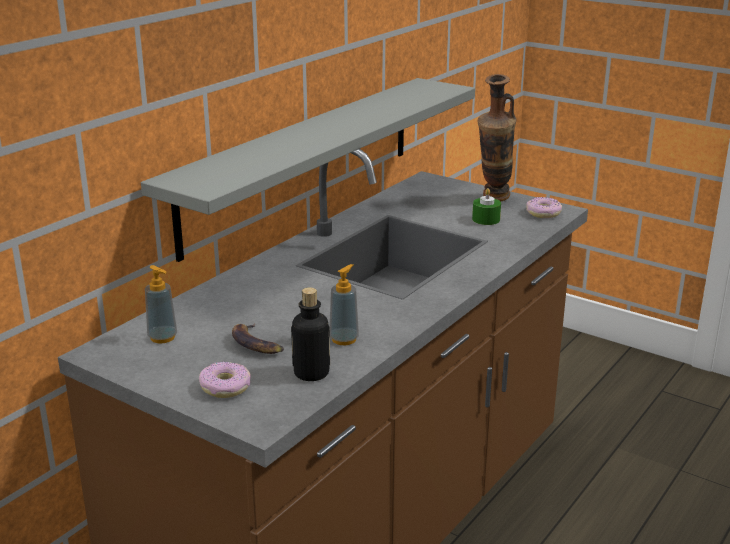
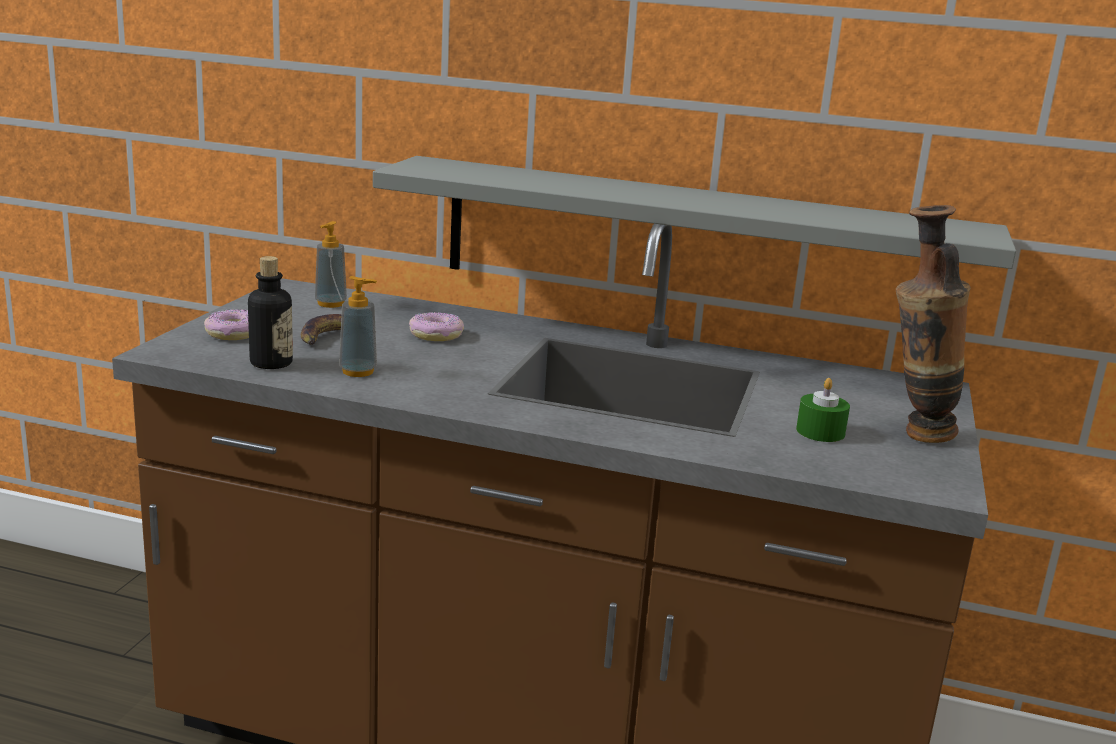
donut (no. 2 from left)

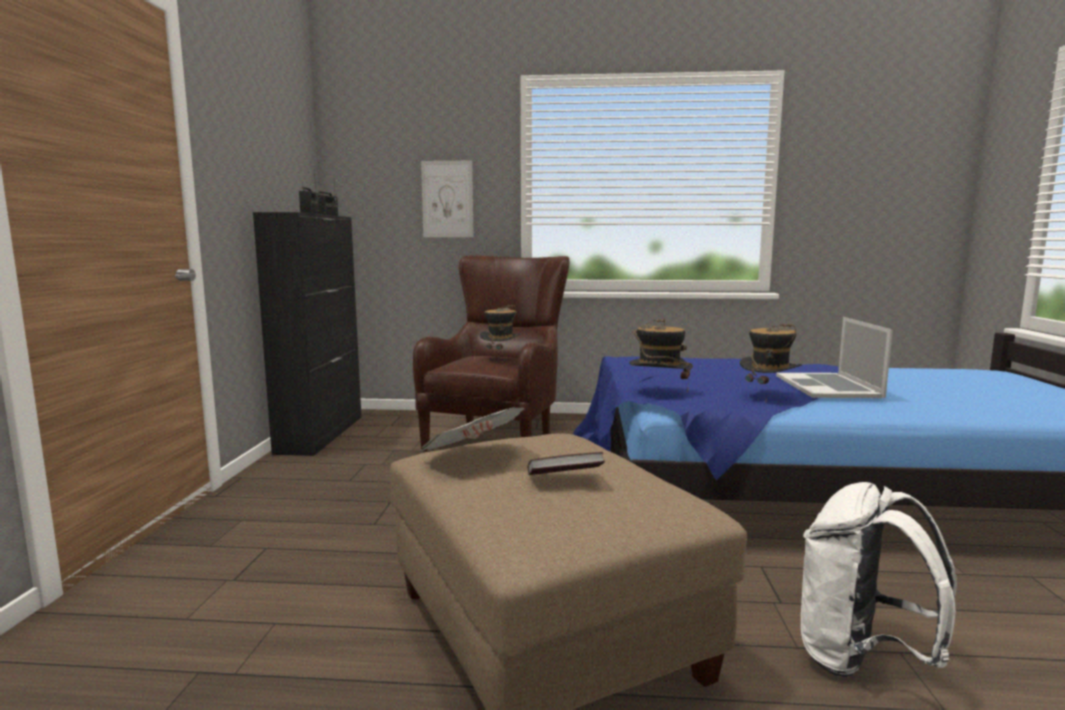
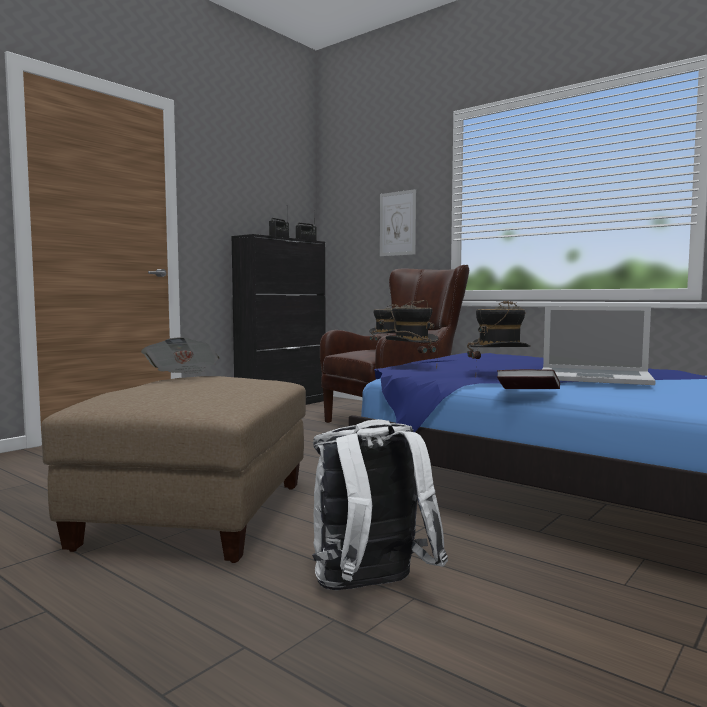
book
laptop

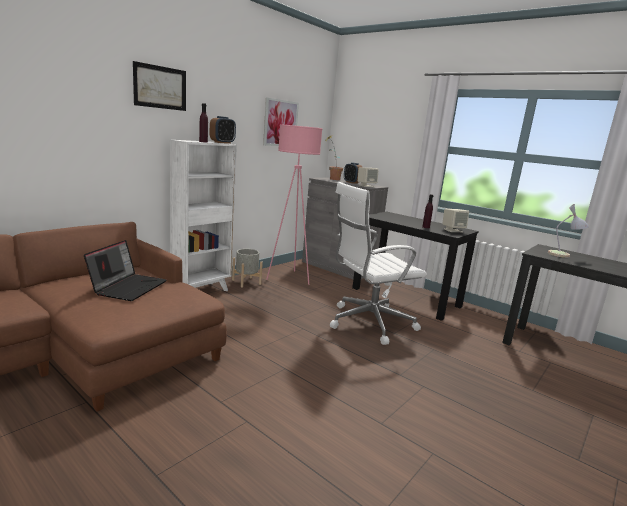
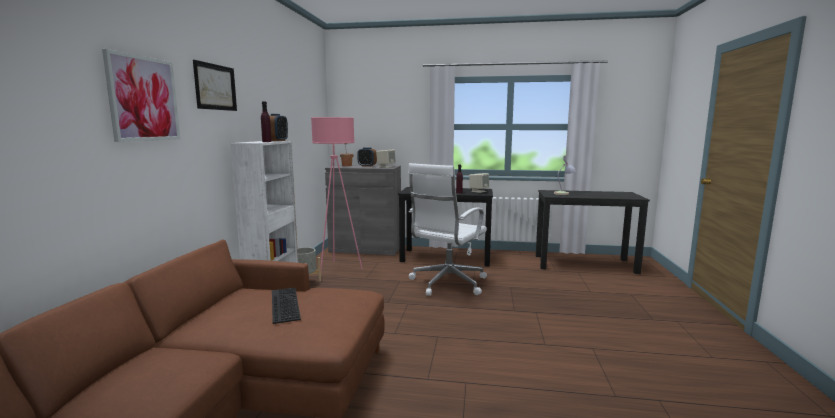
picture (no. 1 from left)
keyboard

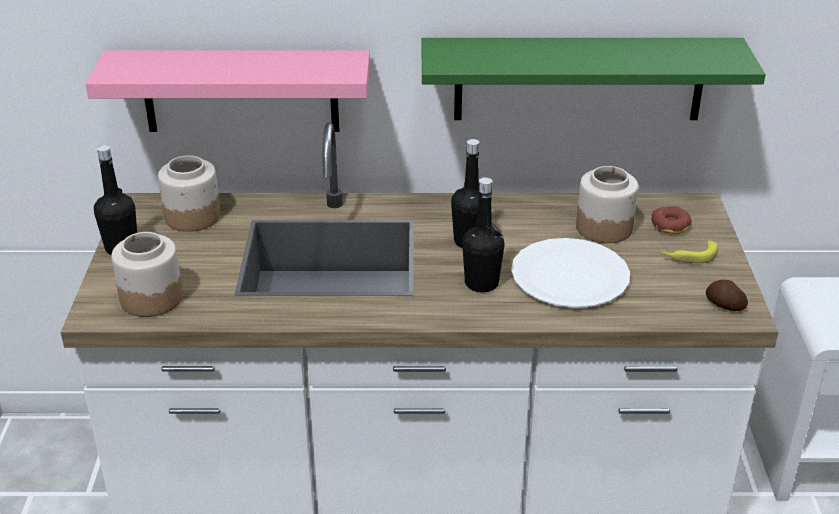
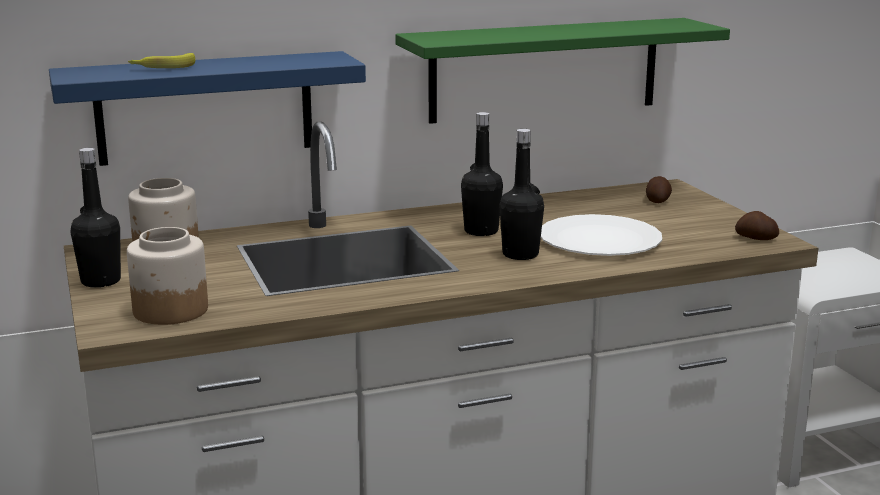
shelf in blue
banana
potato (no. 1 from left)
jar (no. 3 from left in the first image)

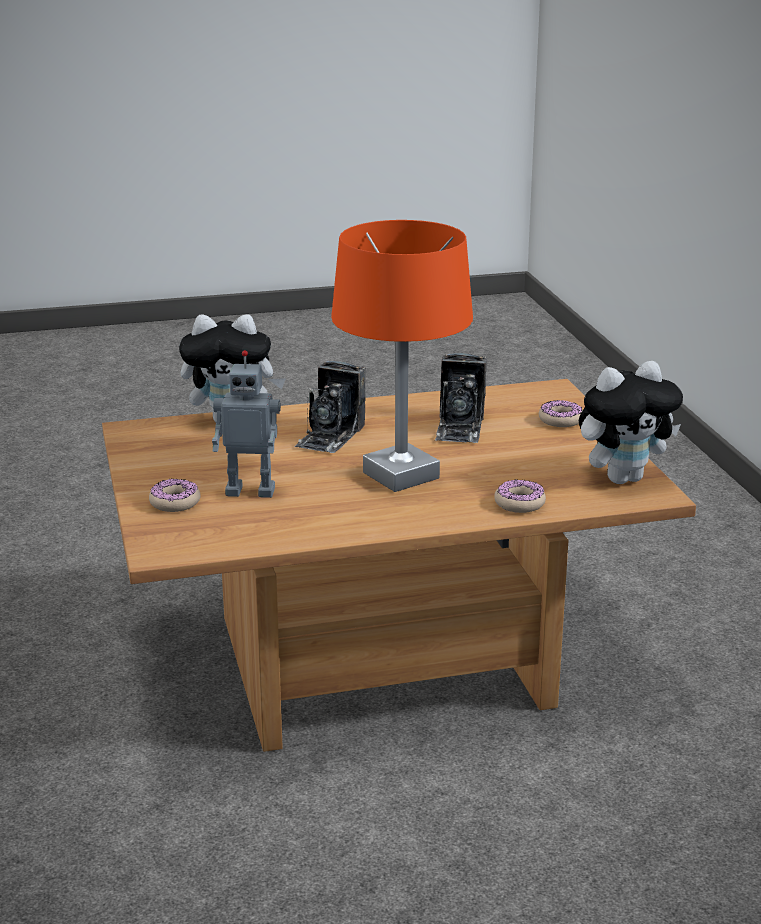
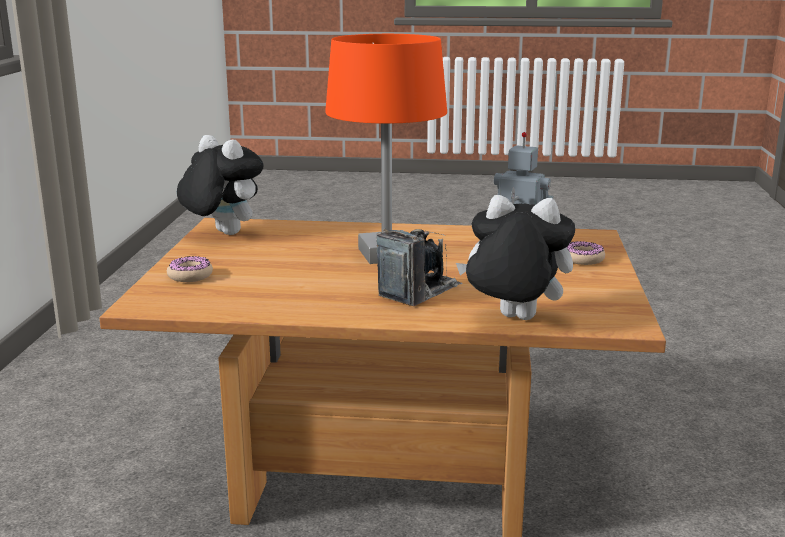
plush toy (no. 1 from left)
photo camera (no. 2 from left in the first image)
donut (no. 2 from left in the first image)

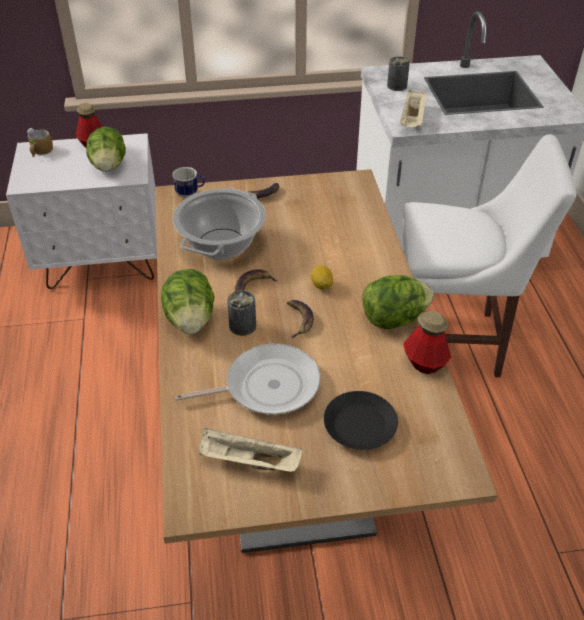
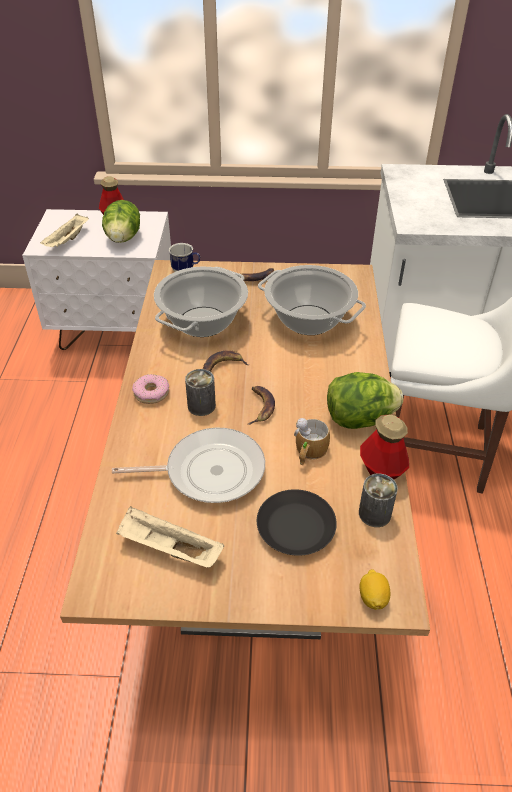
tray in beige (no. 1 from left)
donut
cooking pot (no. 2 from left)
mug (no. 2 from left)
can (no. 2 from left)
lemon

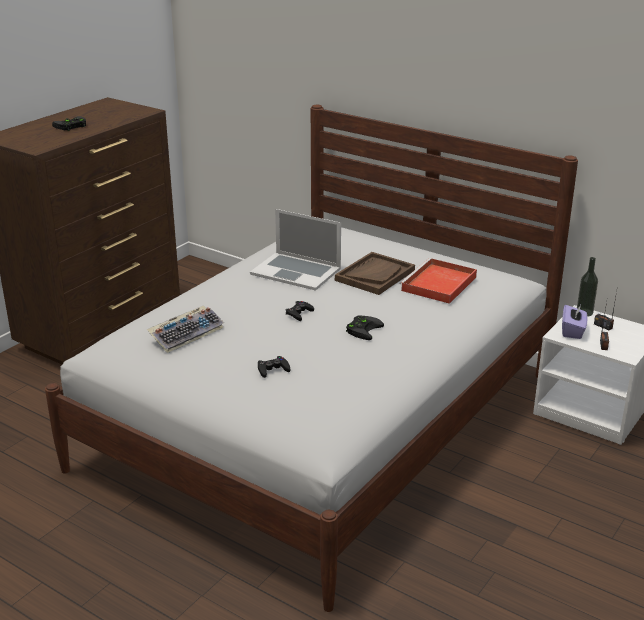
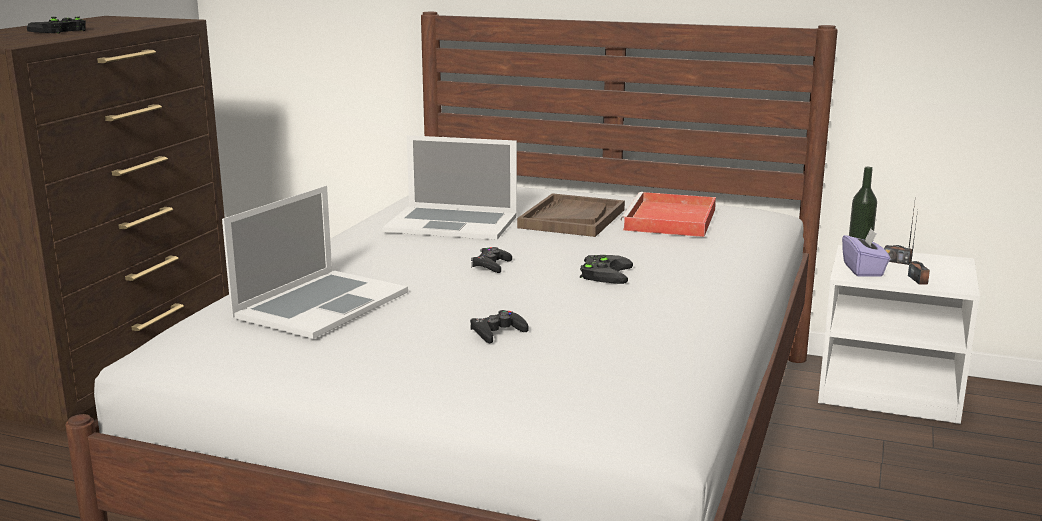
laptop (no. 1 from left)

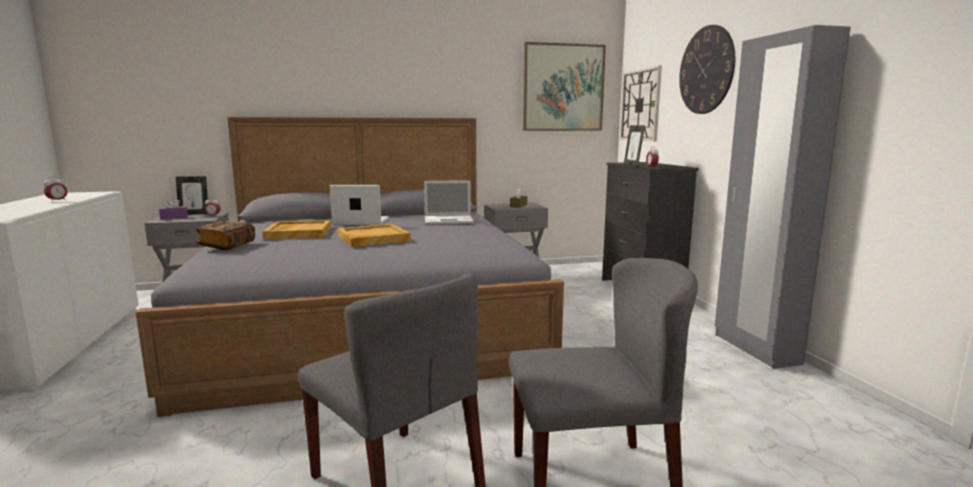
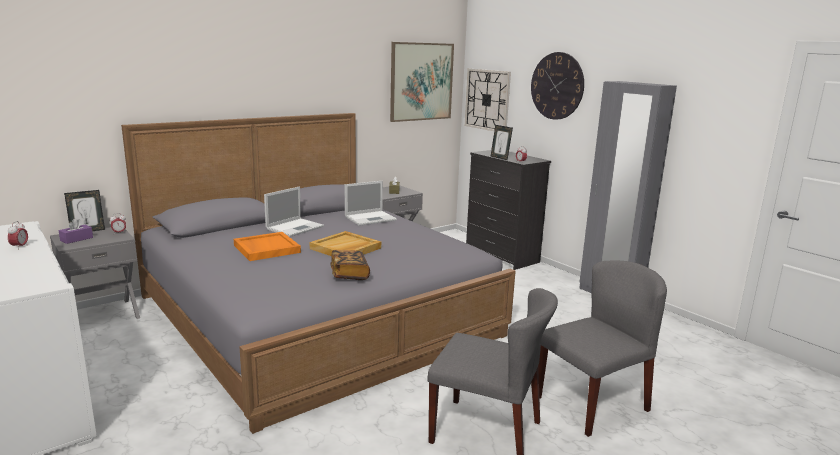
tray in orange
laptop (no. 1 from left)
book

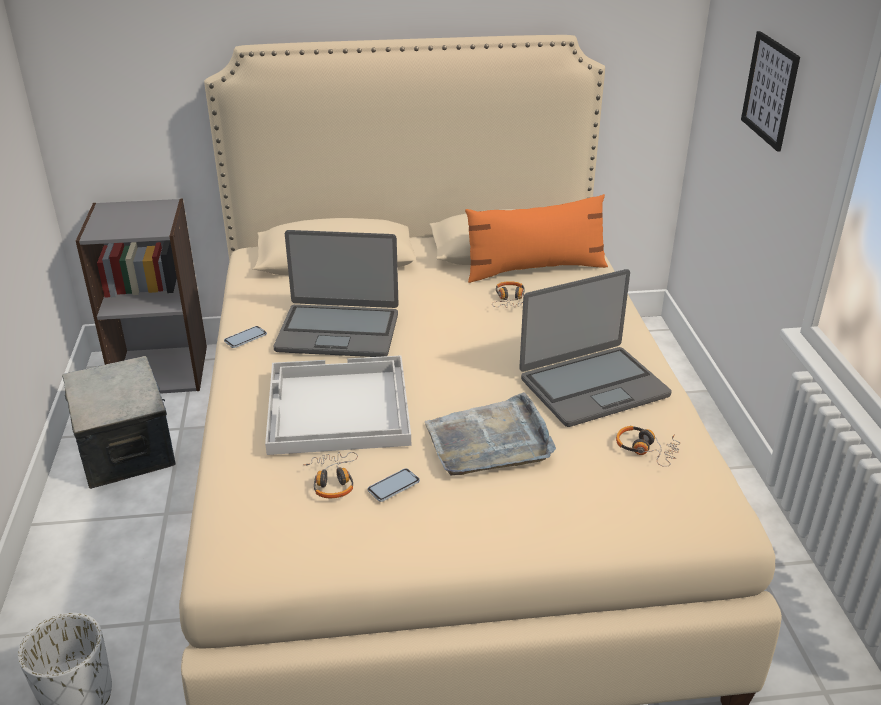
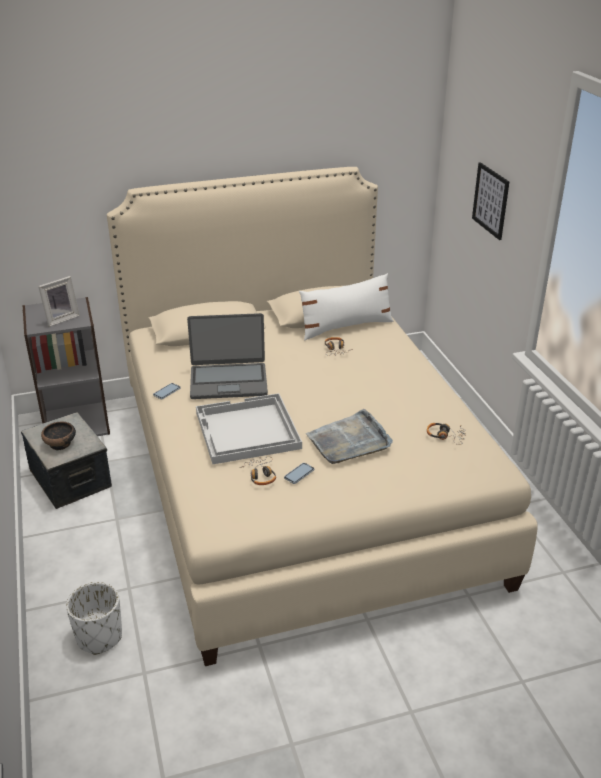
picture frame
bowl
pillow in white
laptop (no. 2 from left in the first image)

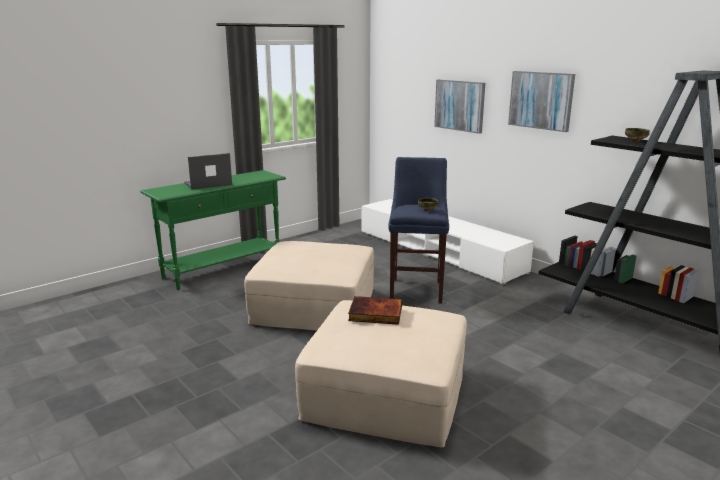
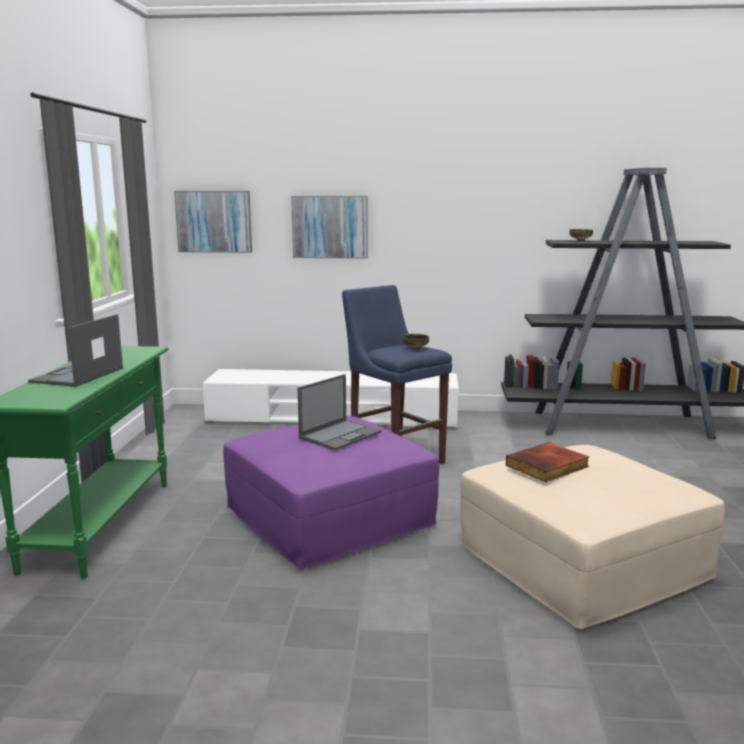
picture (no. 1 from left)
ottoman in purple
laptop (no. 2 from left)

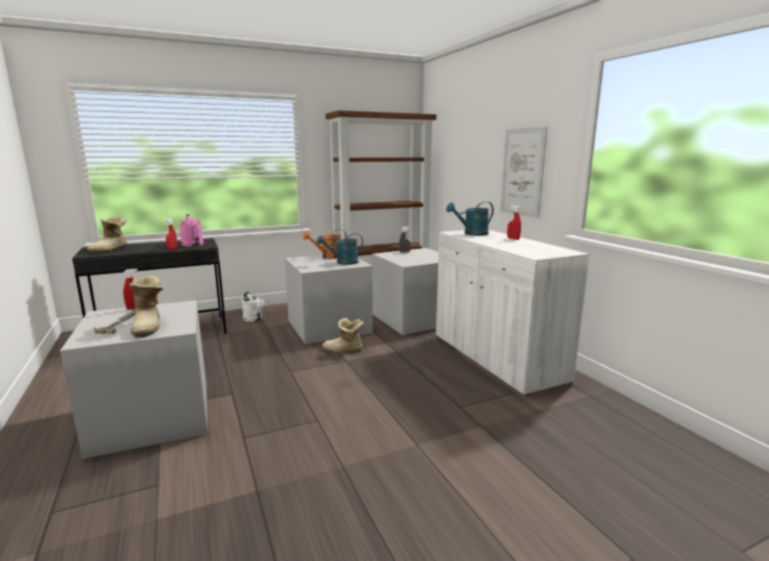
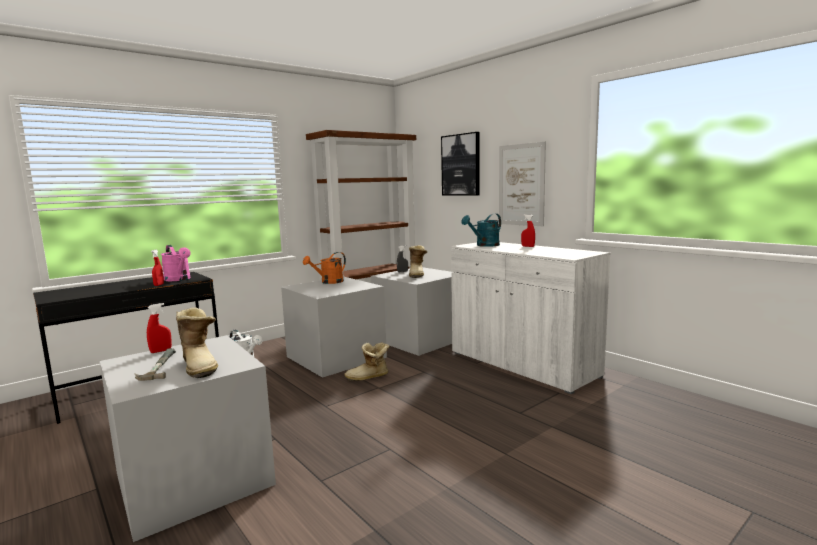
boot (no. 3 from left)
picture (no. 1 from left)
watering can in turquoise (no. 1 from left in the first image)

